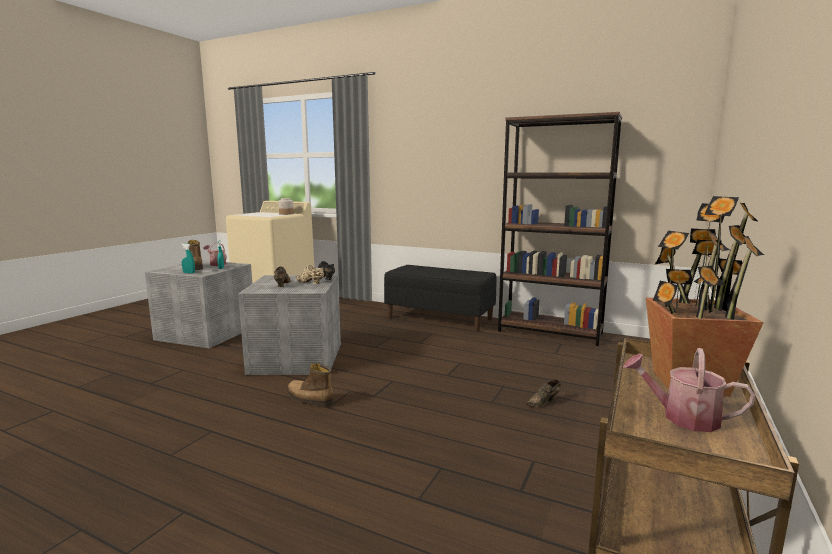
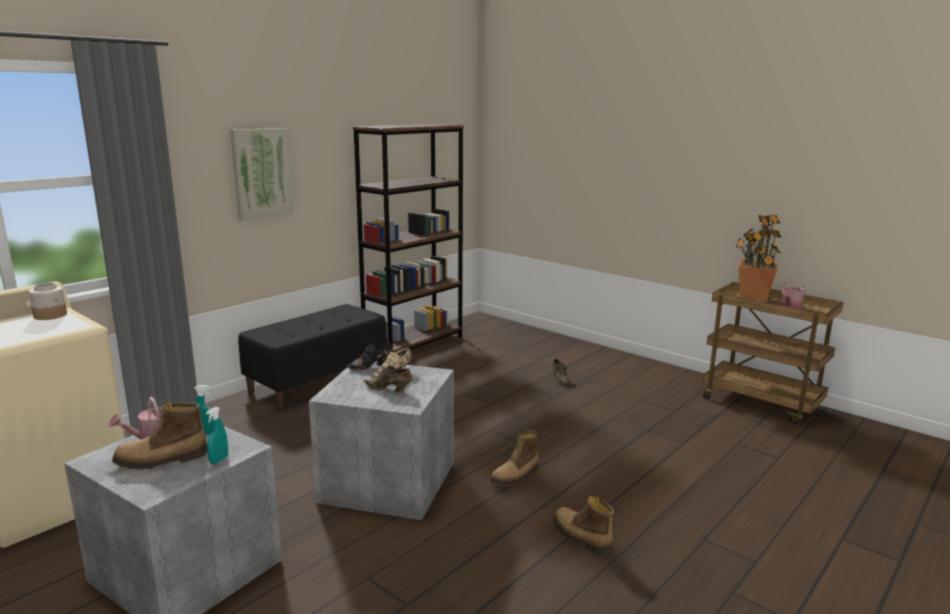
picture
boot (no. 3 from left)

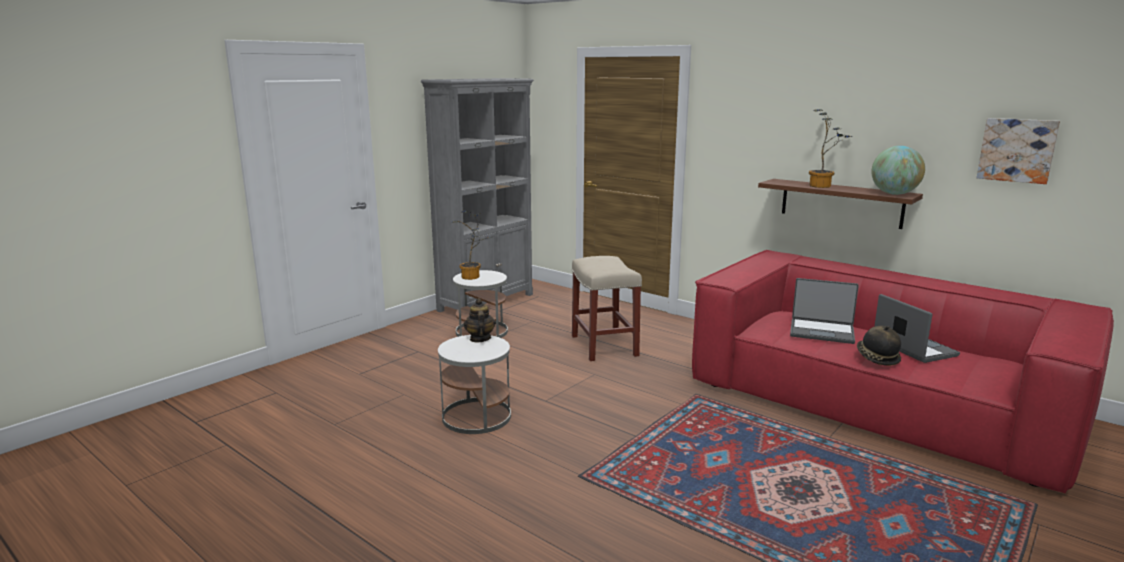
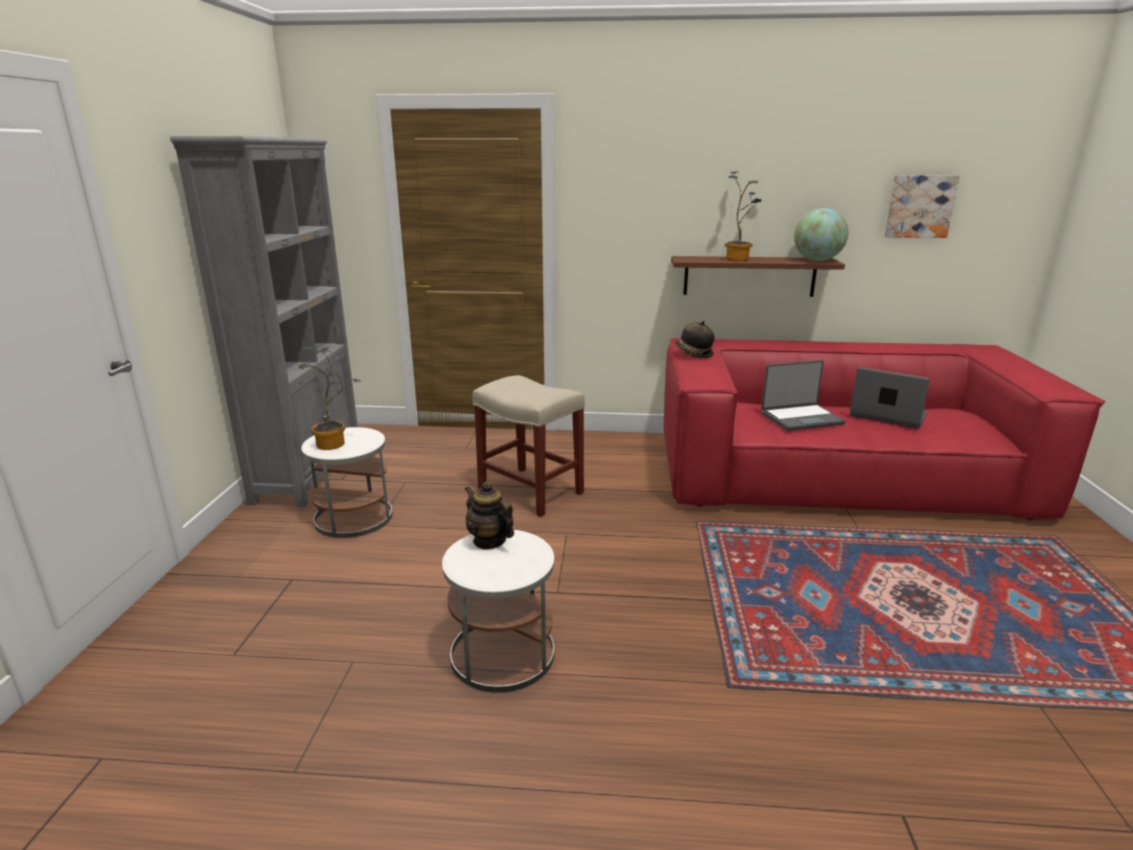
hat

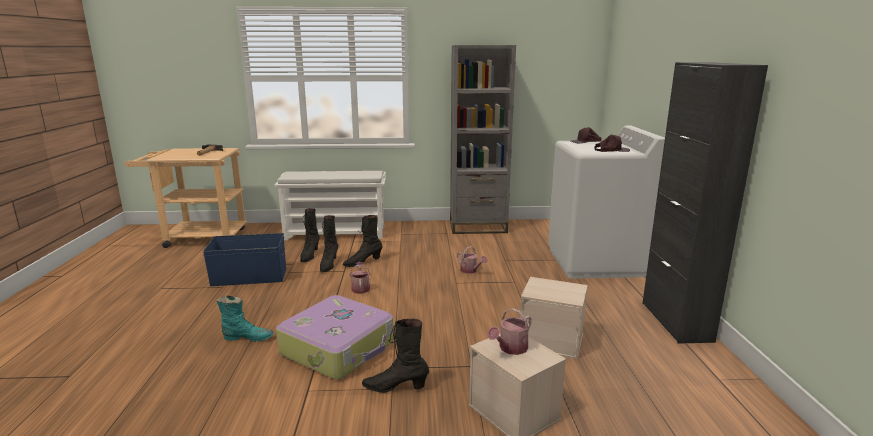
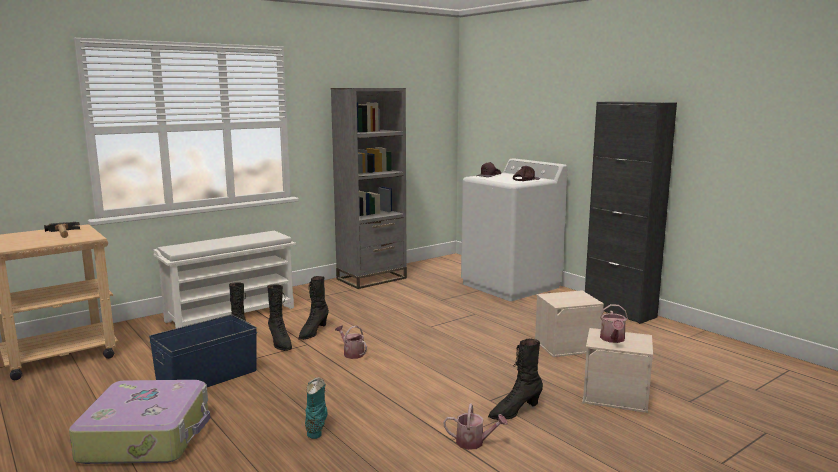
suitcase
boot in turquoise
watering can (no. 2 from left)

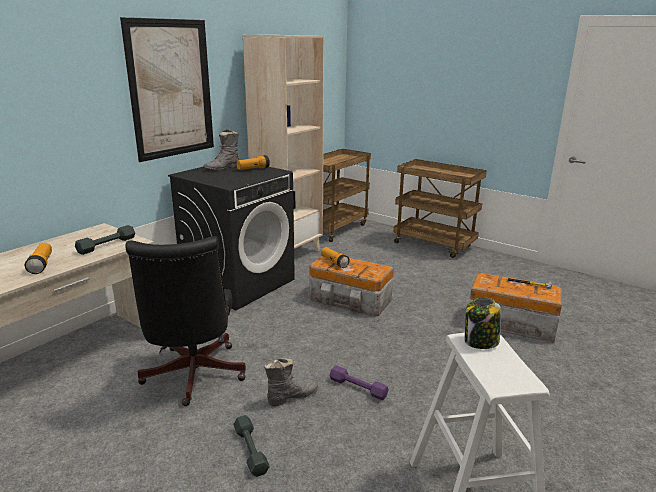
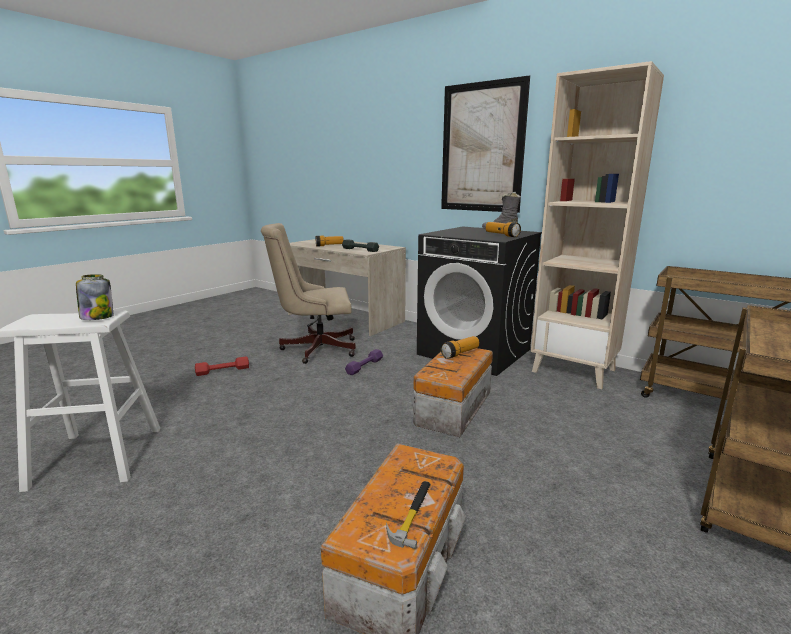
dumbbell in red
office chair in beige
dumbbell in purple
boot in grey (no. 2 from left in the first image)

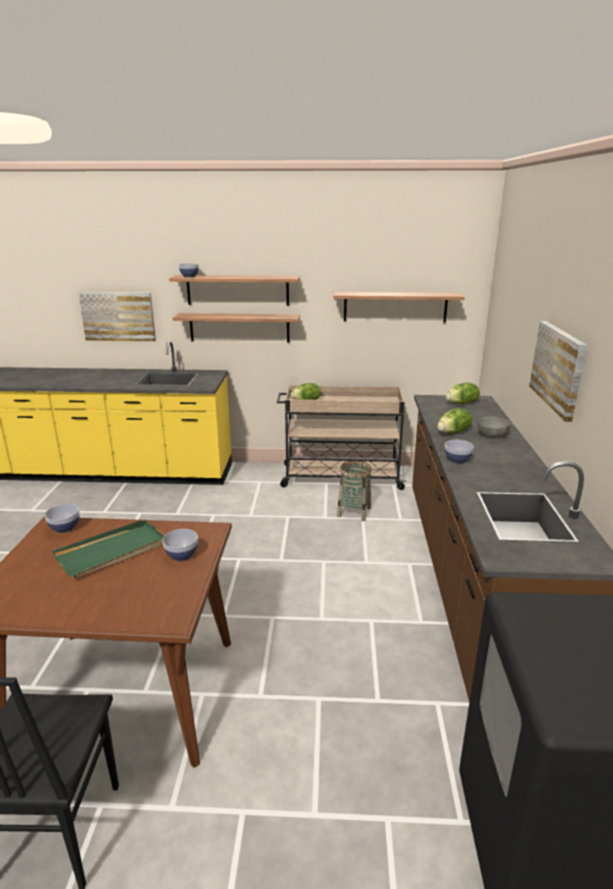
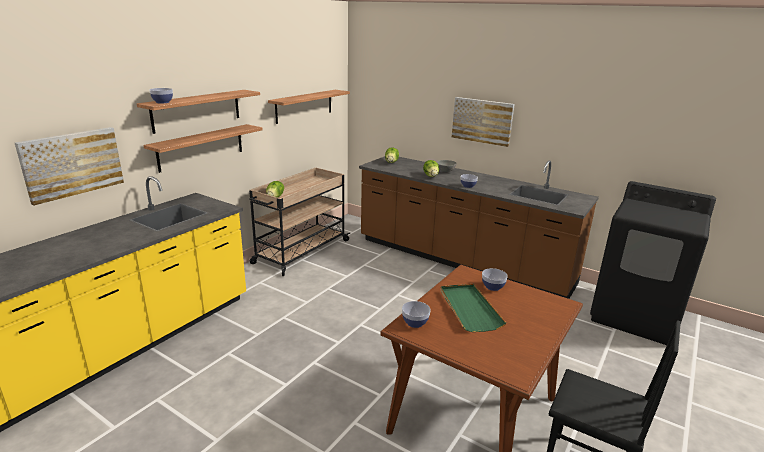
basket

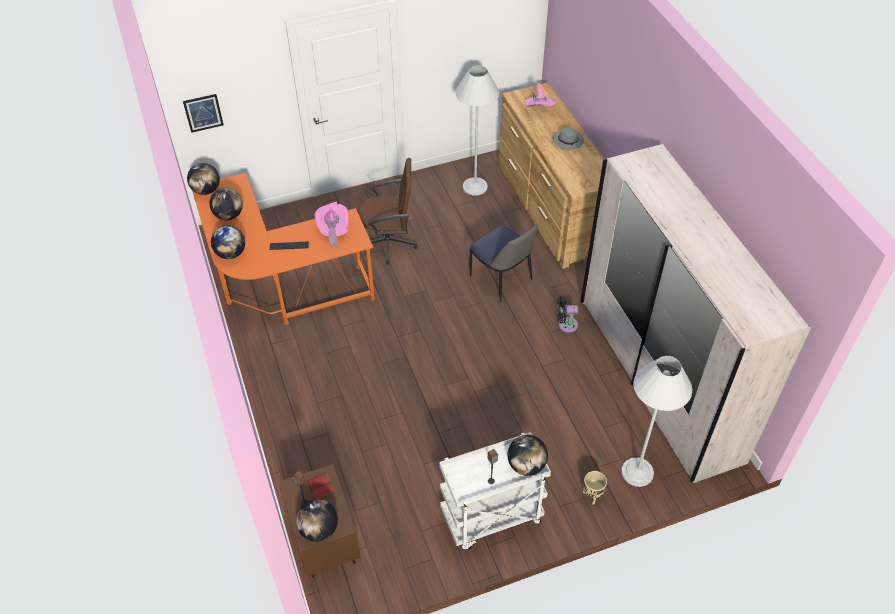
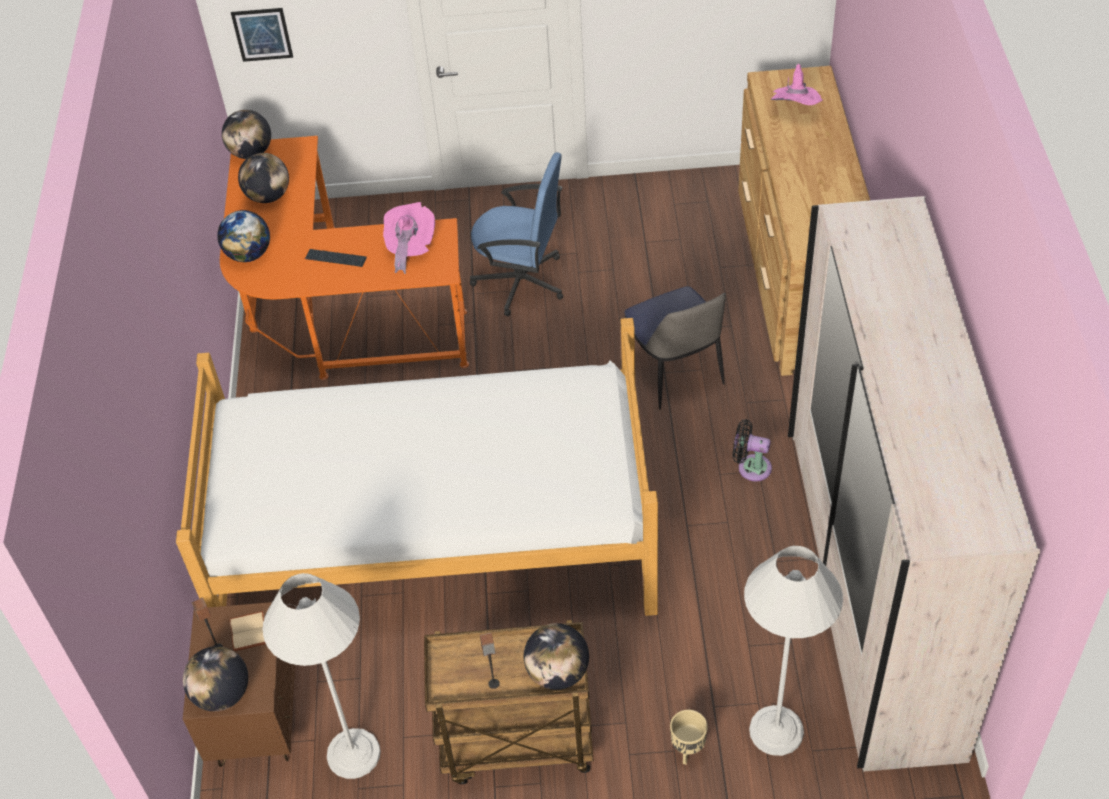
bed
book in beige
floor lamp in white (no. 1 from left)
cart in brown
office chair in blue
hat in grey

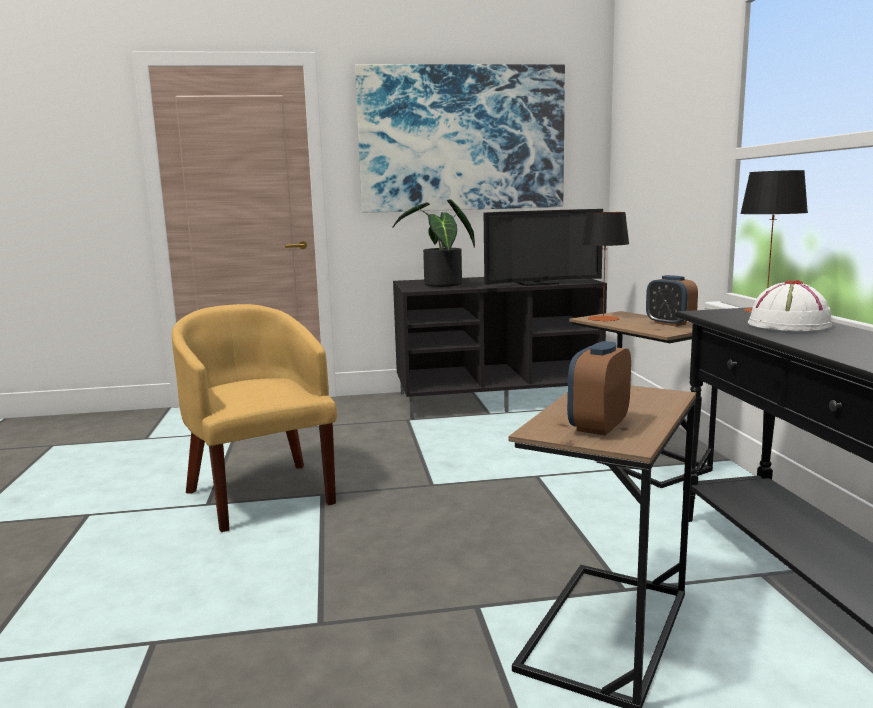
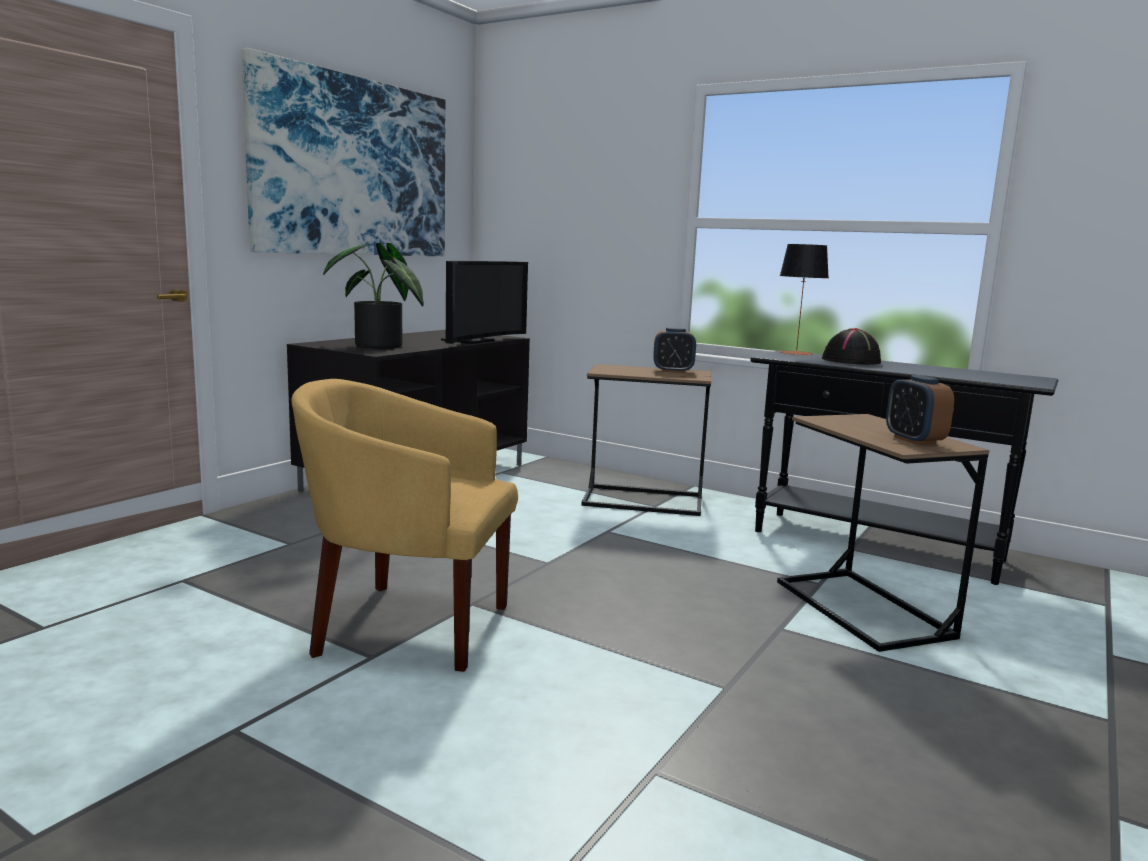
hat in black
table lamp (no. 1 from left in the first image)

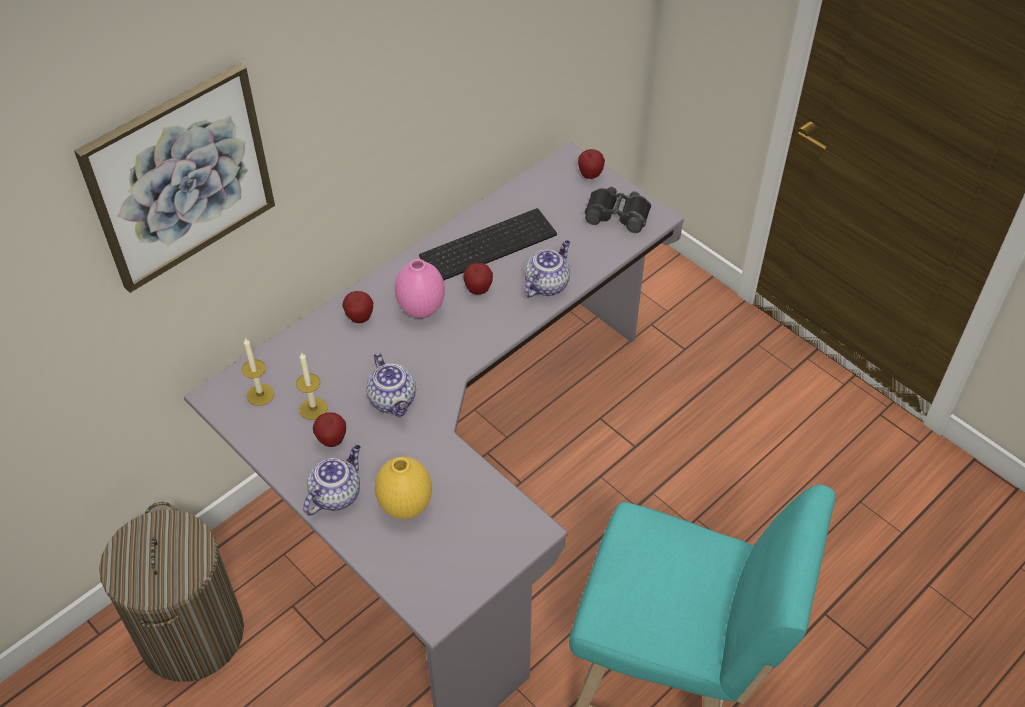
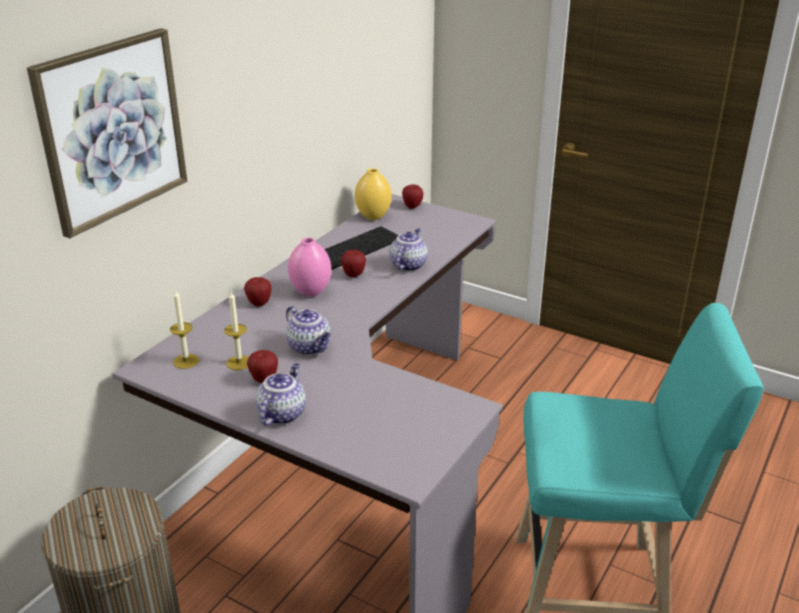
vase in yellow
binoculars in black

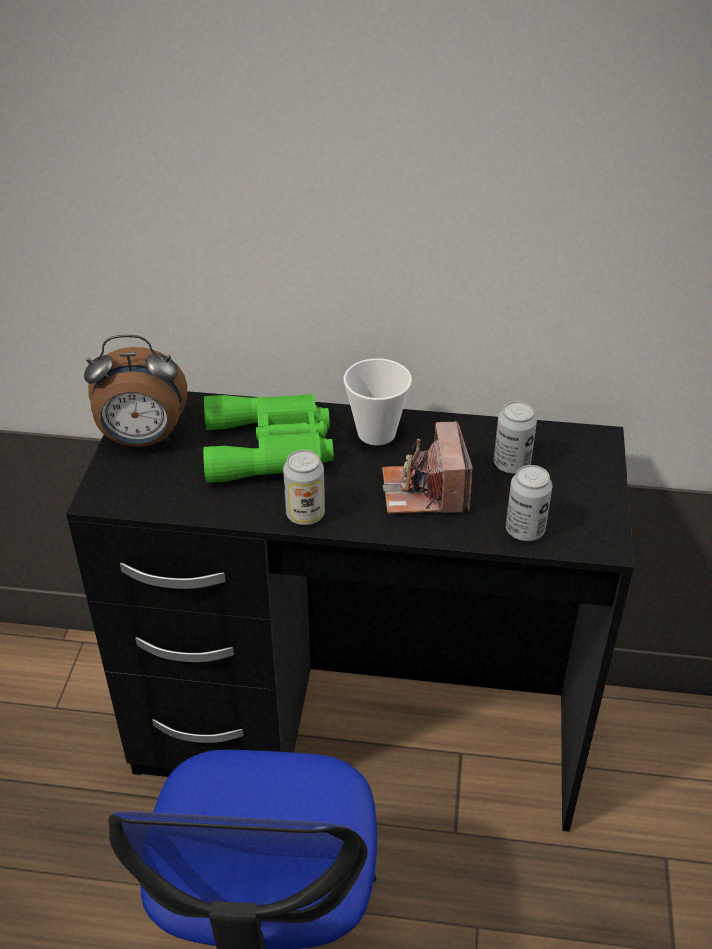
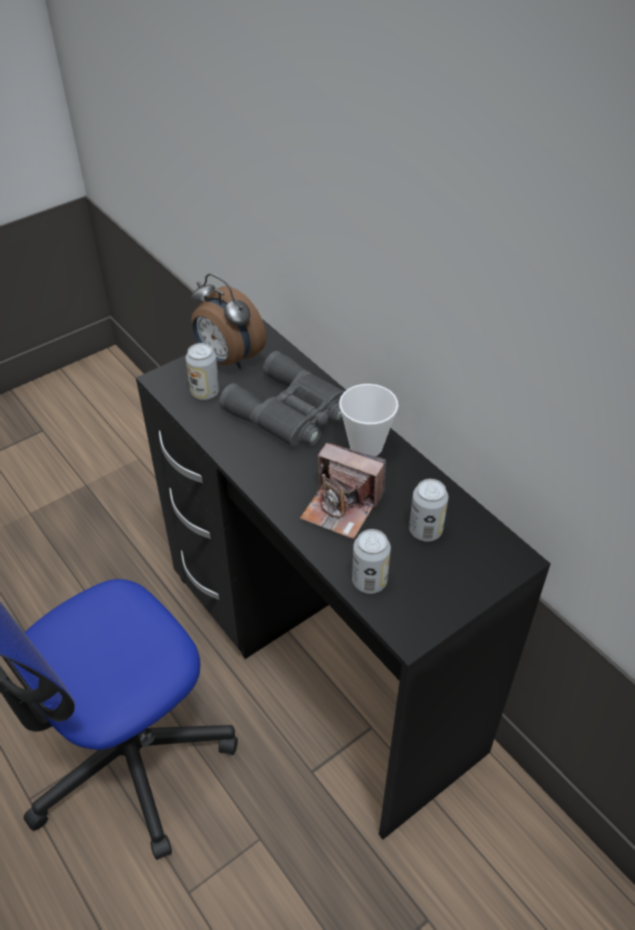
can (no. 1 from left)
binoculars in grey
photo camera

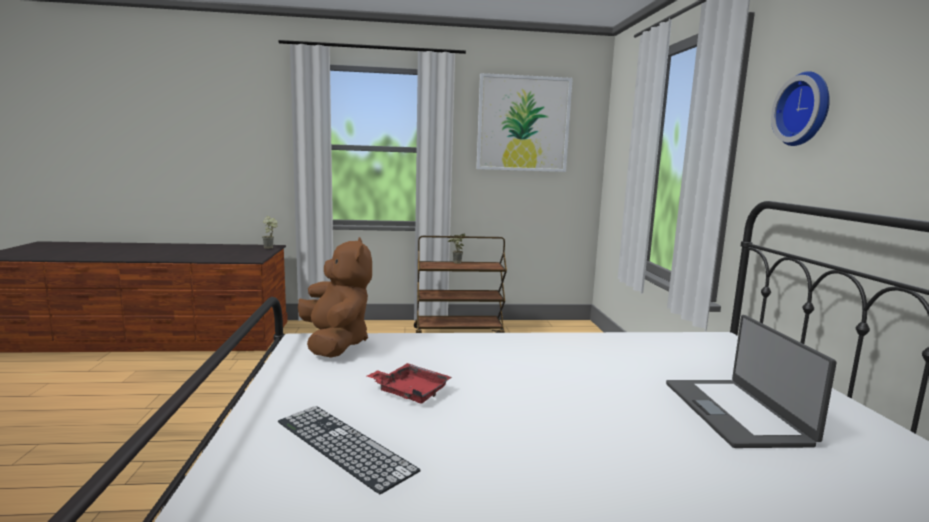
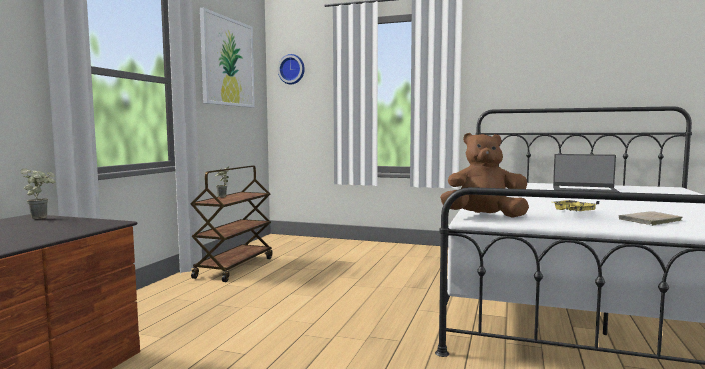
wall clock
tray in yellow
book in beige

